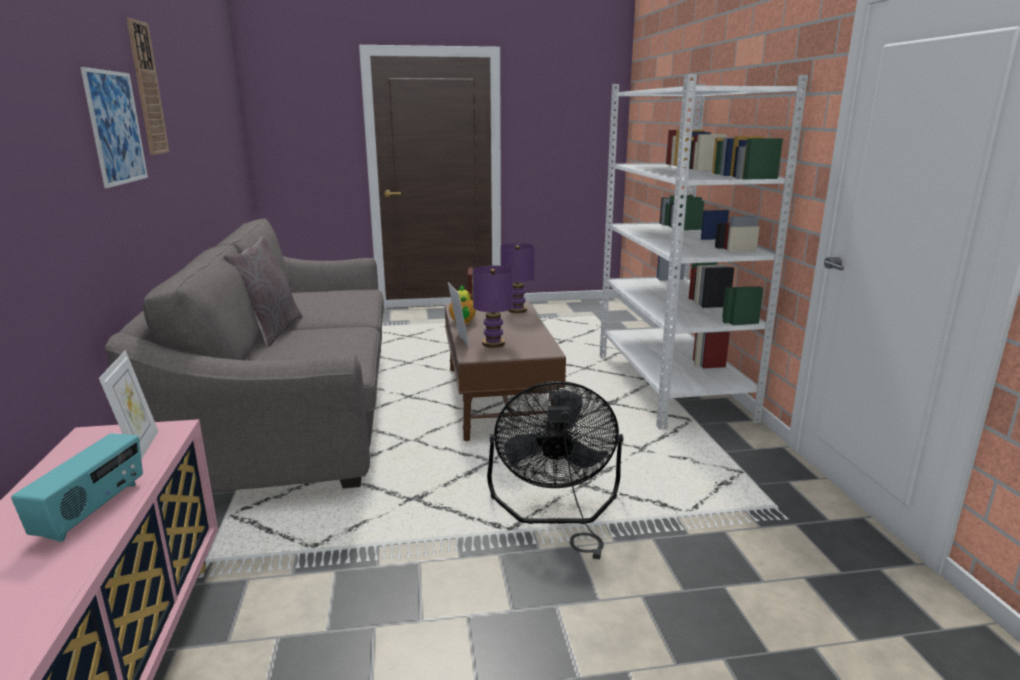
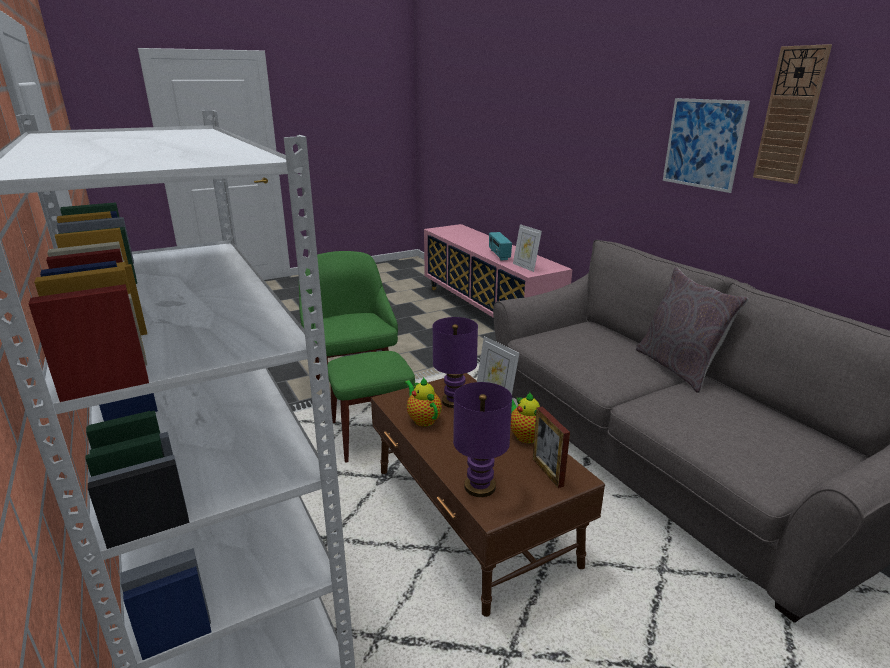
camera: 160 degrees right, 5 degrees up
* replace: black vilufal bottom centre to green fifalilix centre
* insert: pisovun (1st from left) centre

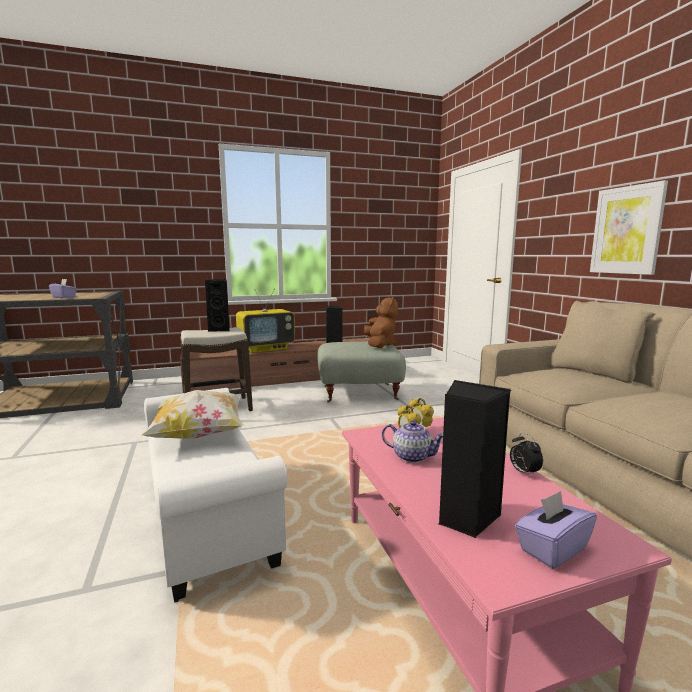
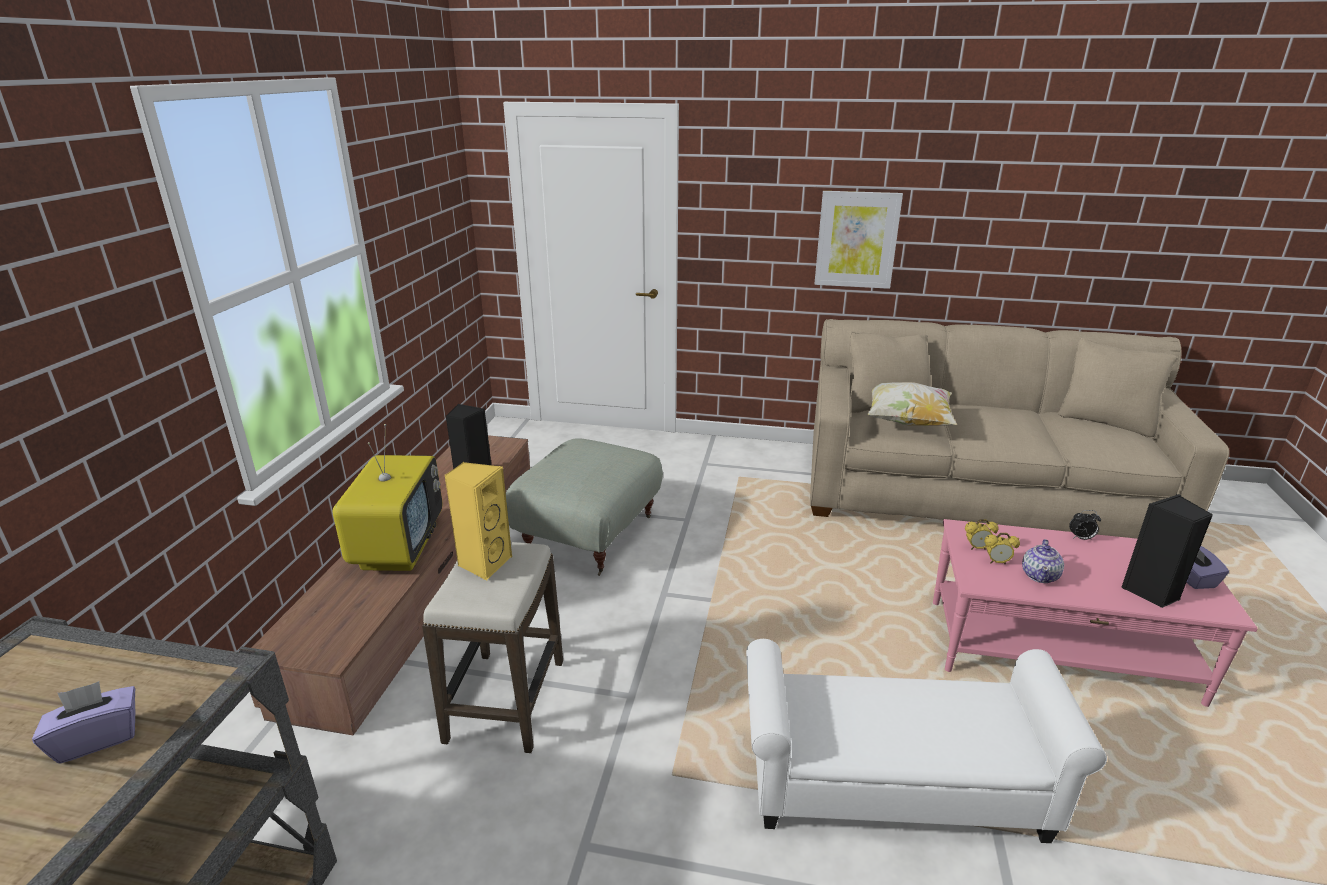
camera: 60 degrees left, 15 degrees up
* recolor: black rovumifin (1st from left) middle left to yellow rovumifin centre
* move: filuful middle left to middle right
* rotate: pisovun centre = middle right 150 degrees clockwise
* delete: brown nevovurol centre

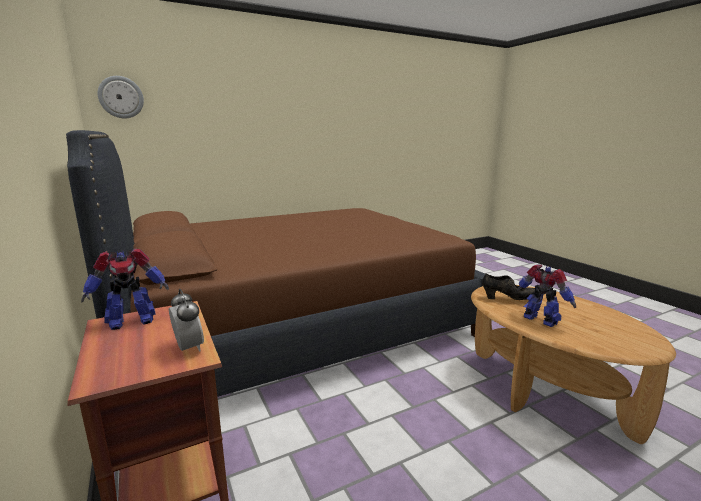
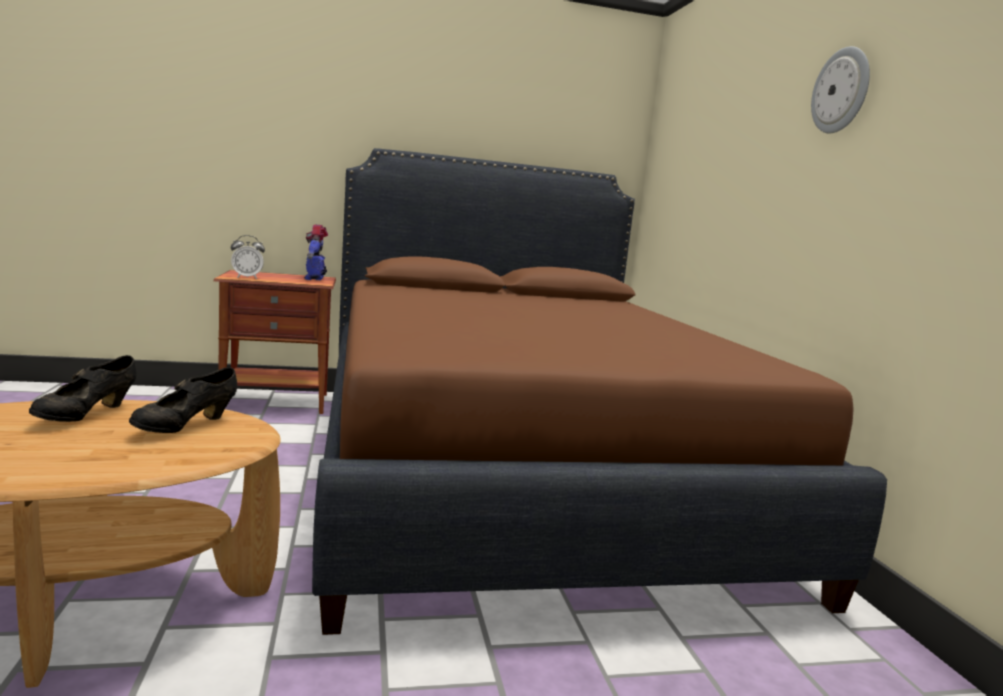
camera: 105 degrees right, 5 degrees down
* replace: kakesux (2nd from left) middle right to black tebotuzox (1st from left) middle left
* move: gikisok top left to top right

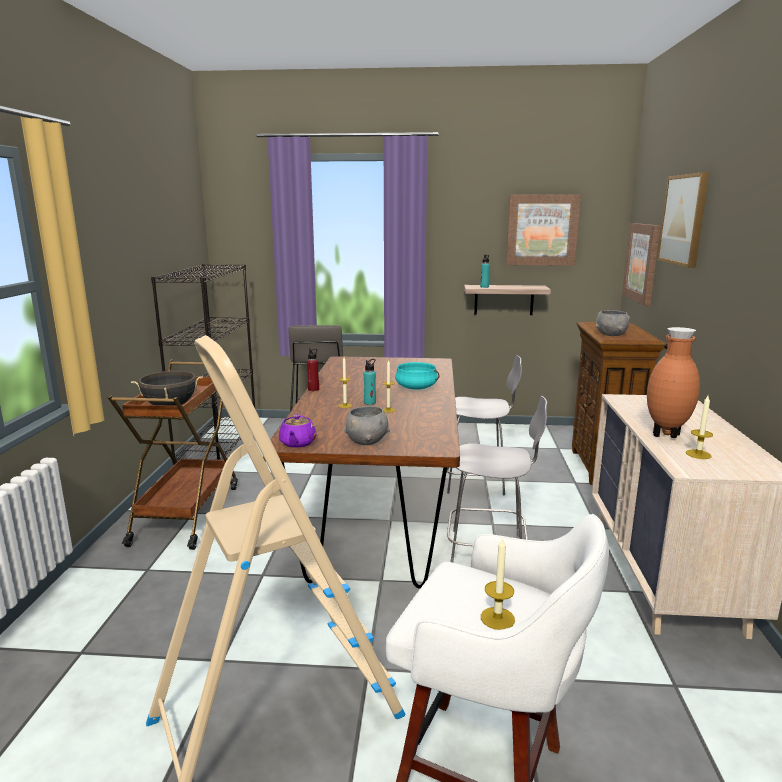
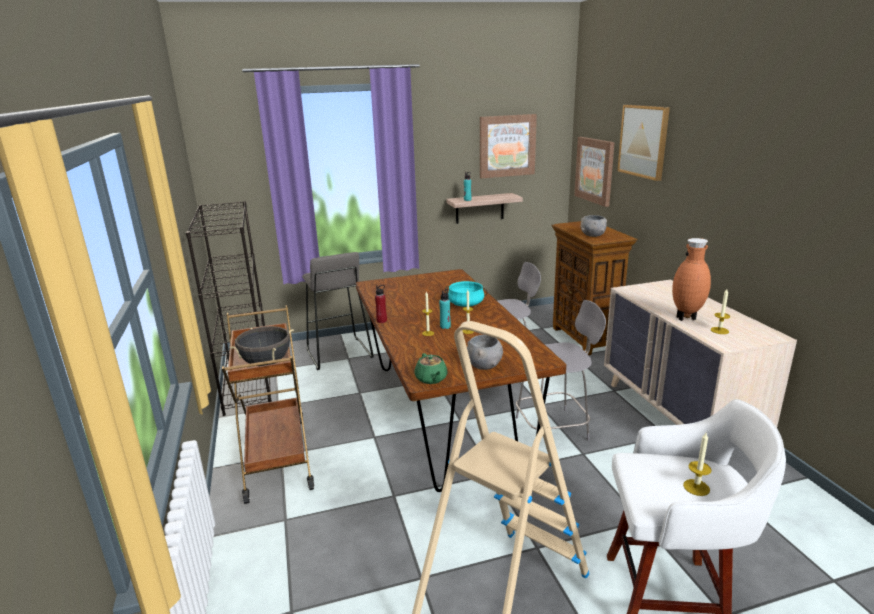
camera: 20 degrees left, 5 degrees up
* recolor: purple pisovun centre to green pisovun centre

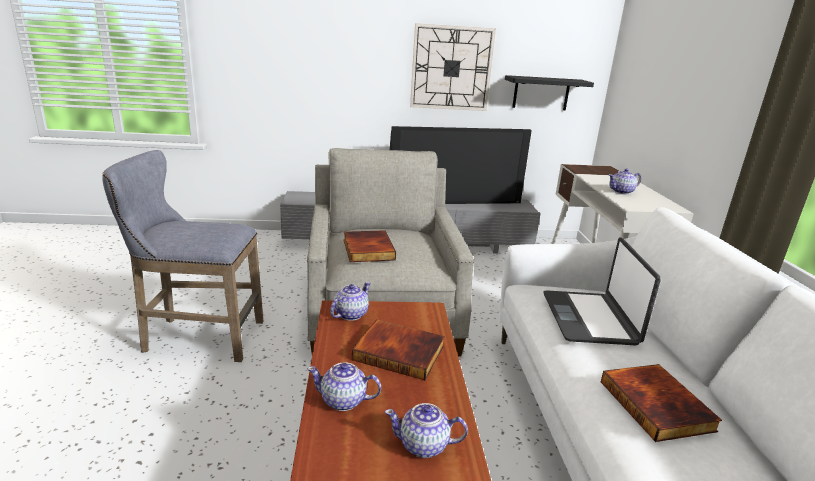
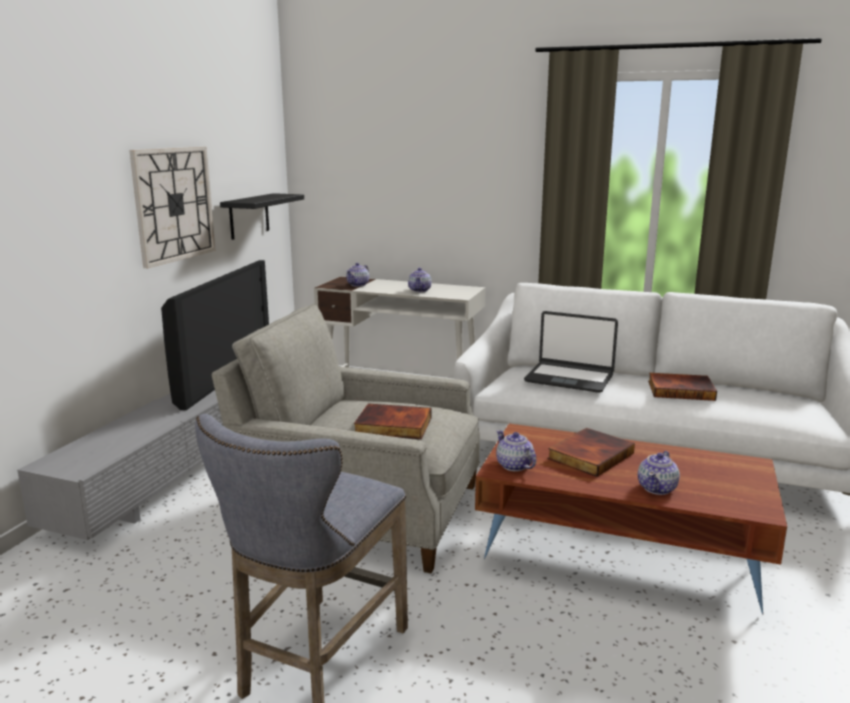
camera: 65 degrees left, 5 degrees down
* move: pisovun (3rd from left in the first image) bottom centre to pisovun (1st from left) centre

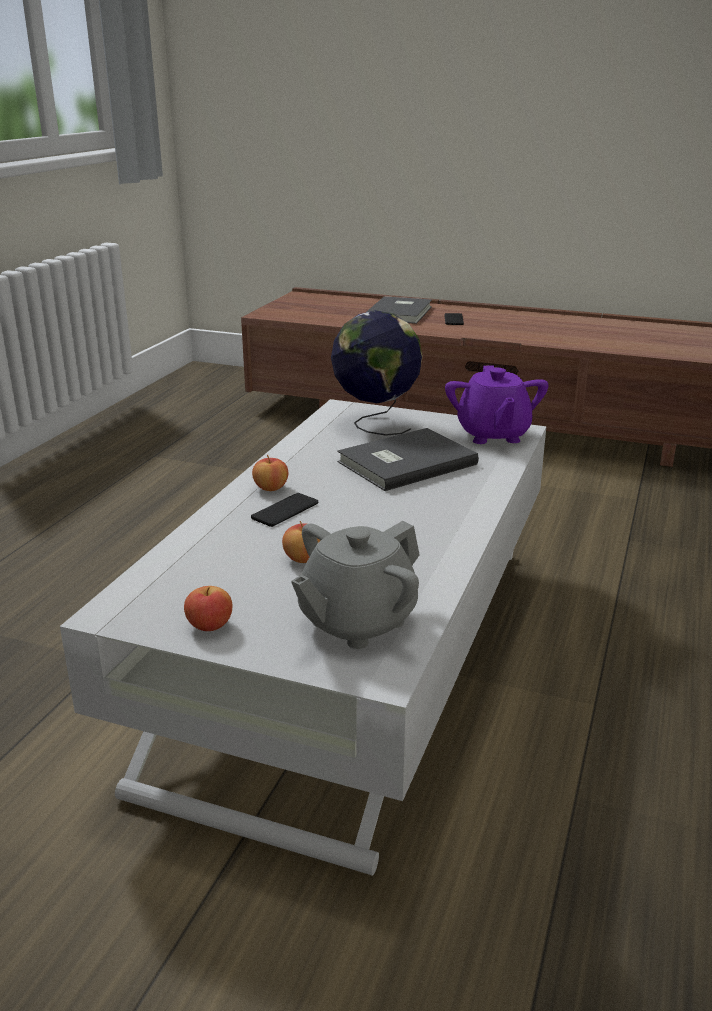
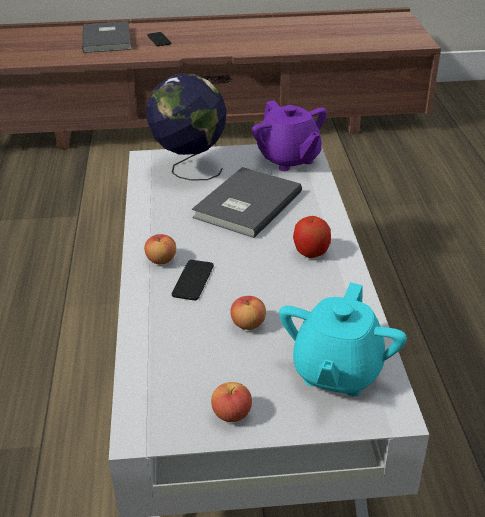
camera: 25 degrees left, 10 degrees up
* recolor: grey pisovun centre to turquoise pisovun middle right
* insert: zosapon (4th from left) centre

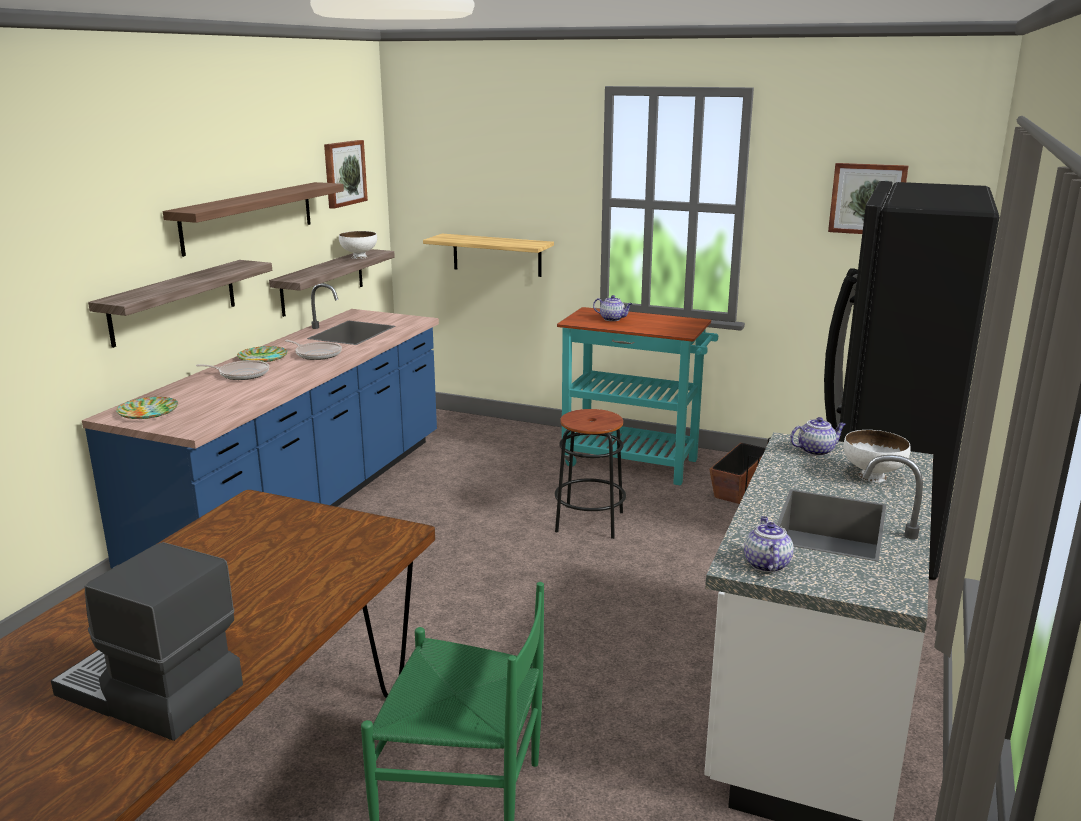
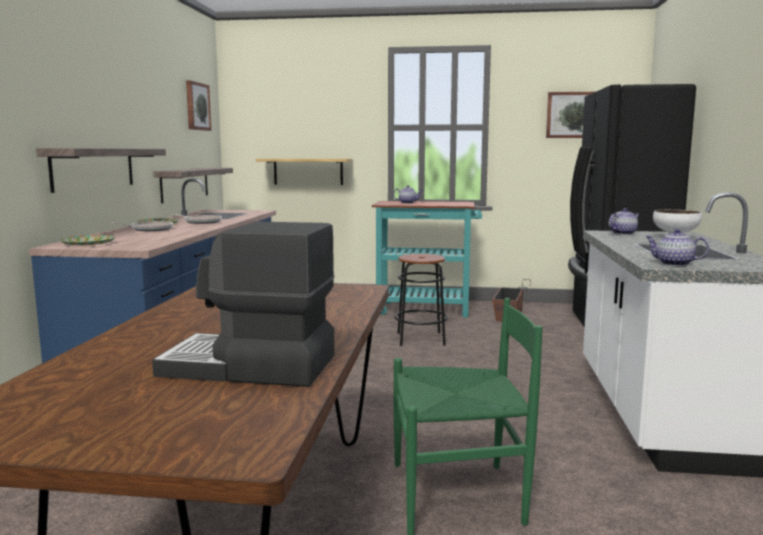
camera: 15 degrees left, 10 degrees down
* rotate: pisovun (2nd from left in the first image) middle right = middle right 45 degrees counterclockwise
* delete: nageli (2nd from left) top left
* delete: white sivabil (1st from left) top left

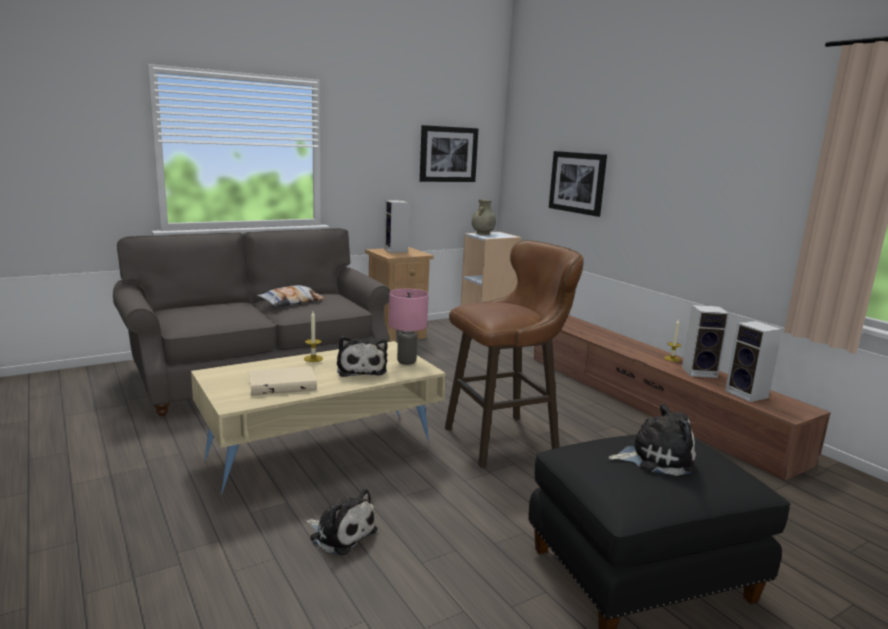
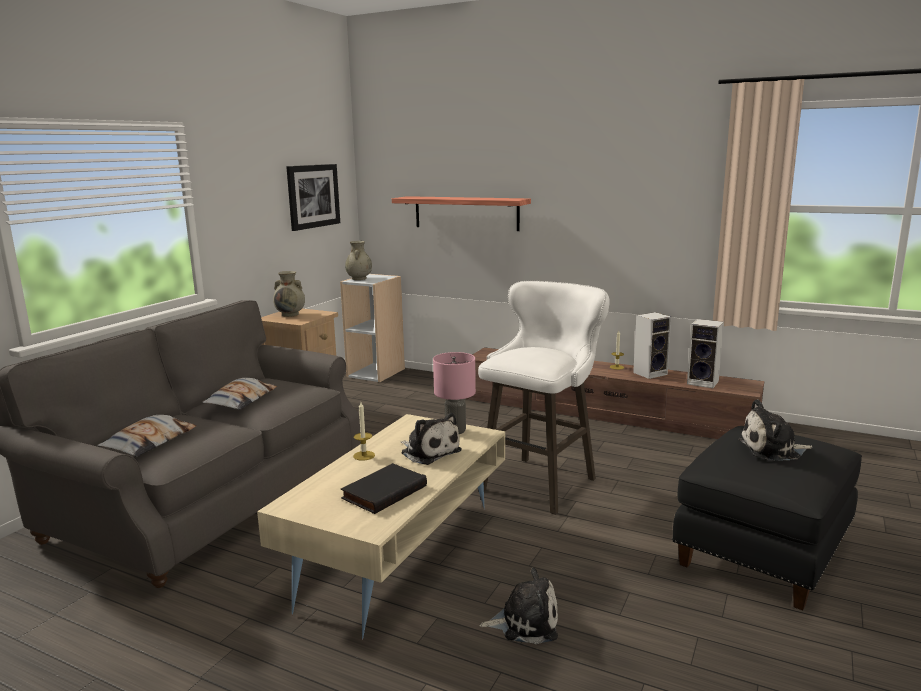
camera: 30 degrees left, 0 degrees up
* insert: filuful (1st from left) middle left
* replace: rovumifin (1st from left) centre to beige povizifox (1st from left) middle left
* recolor: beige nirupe middle left to black nirupe bottom centre
* replace: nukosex (2nd from left) top centre to nageli top centre
* recolor: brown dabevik centre to white dabevik centre
* rotate: nevovurol (3rd from left) bottom right = middle right 150 degrees counterclockwise

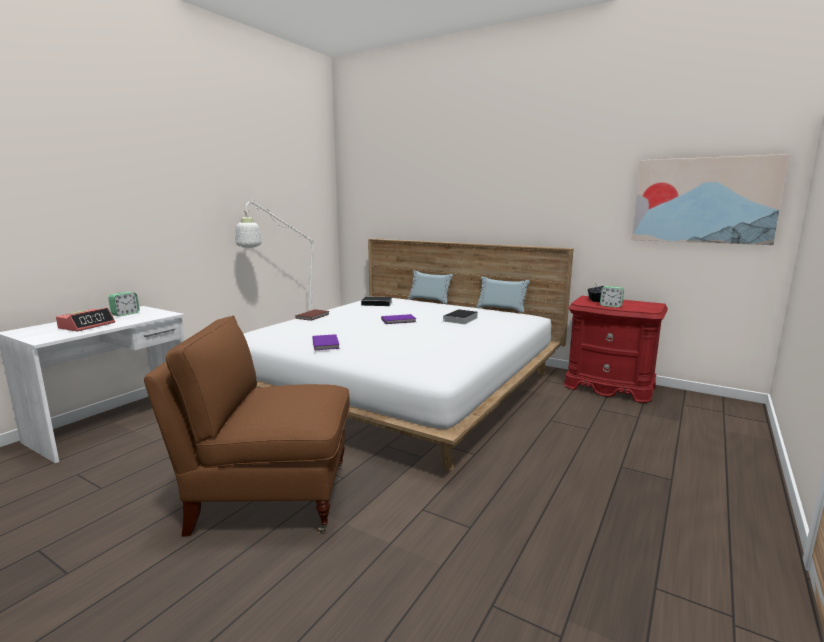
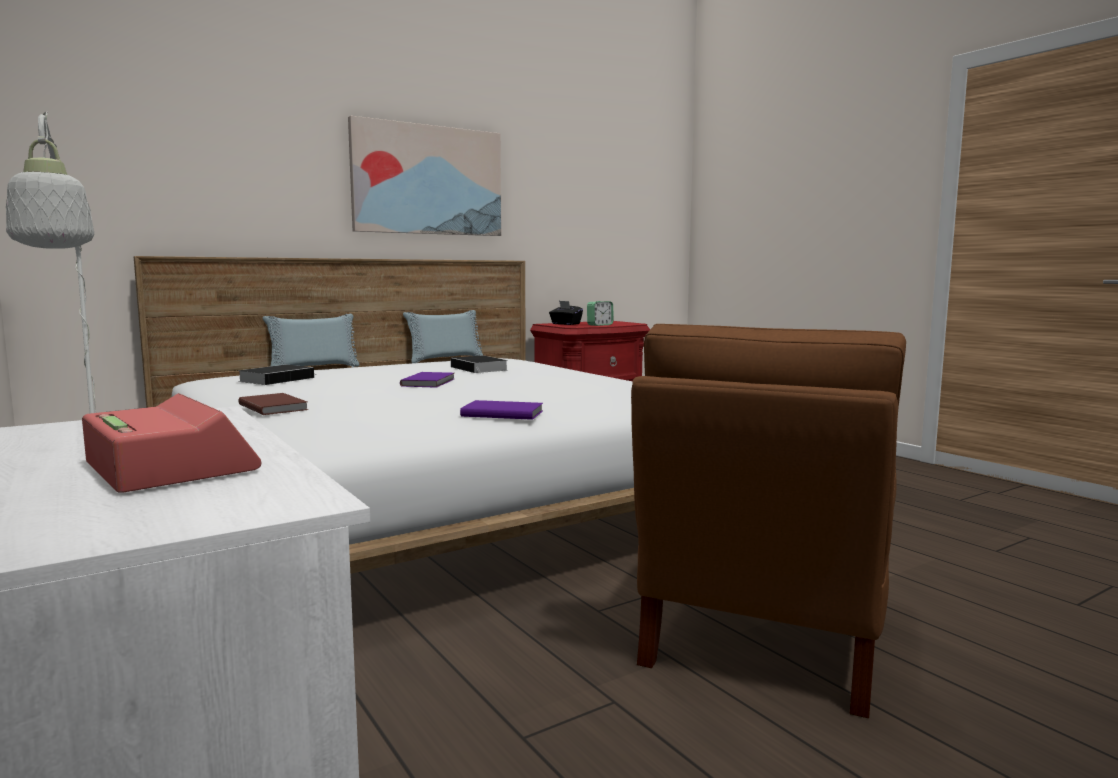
camera: 65 degrees left, 5 degrees down
* move: nukosex top right to top centre
* delete: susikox (2nd from left) middle left

